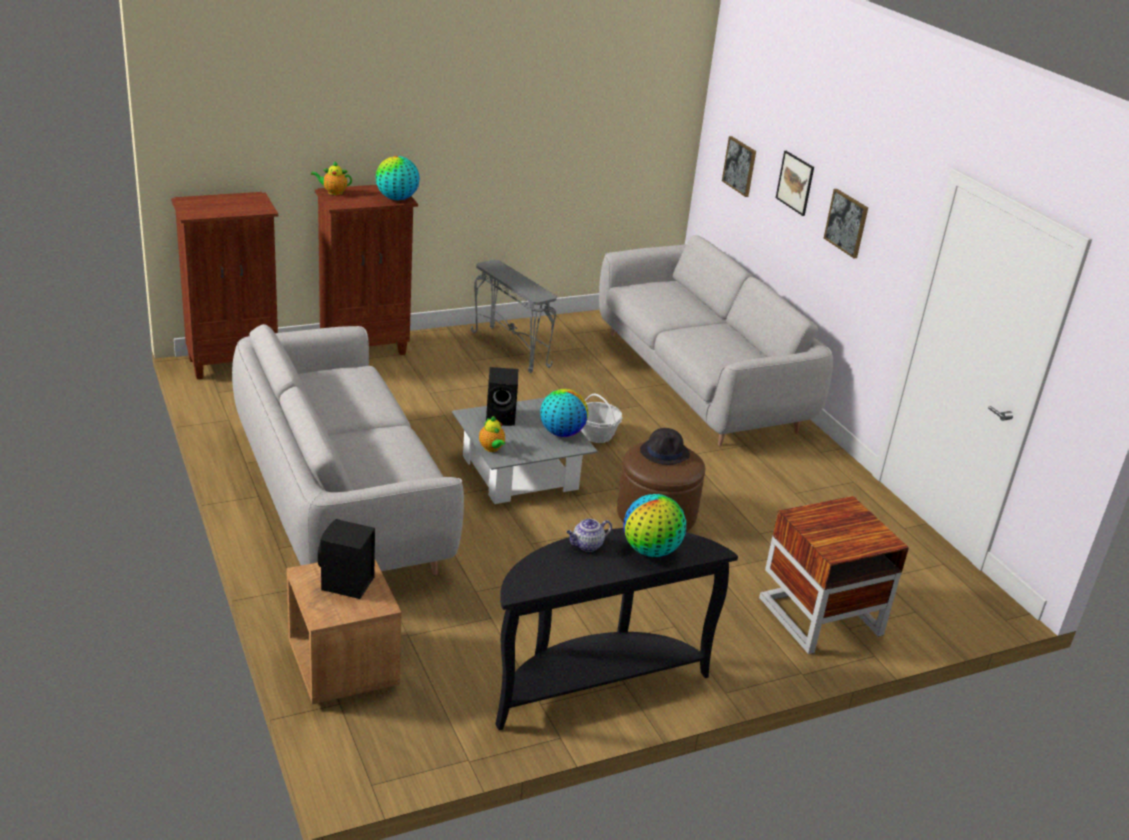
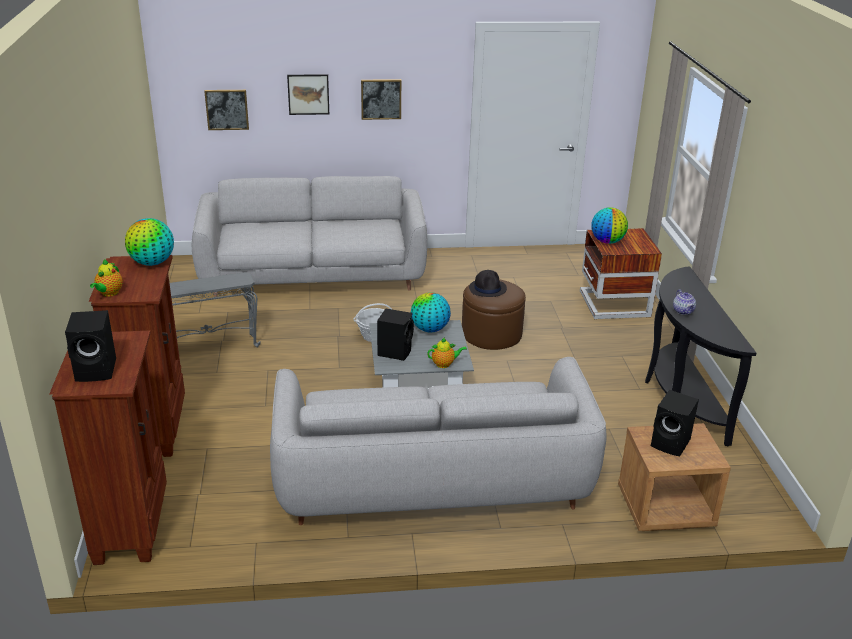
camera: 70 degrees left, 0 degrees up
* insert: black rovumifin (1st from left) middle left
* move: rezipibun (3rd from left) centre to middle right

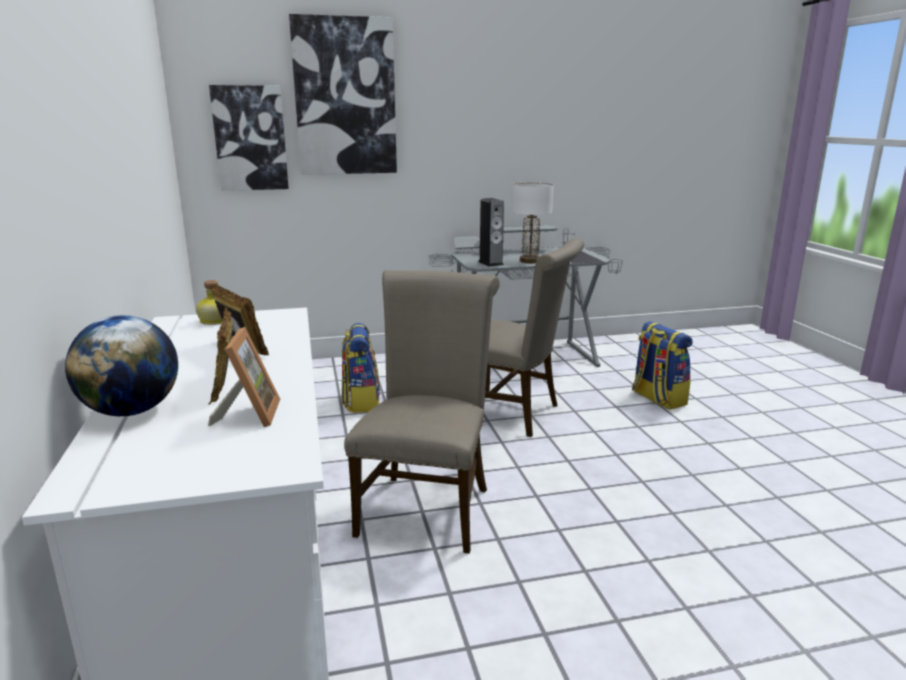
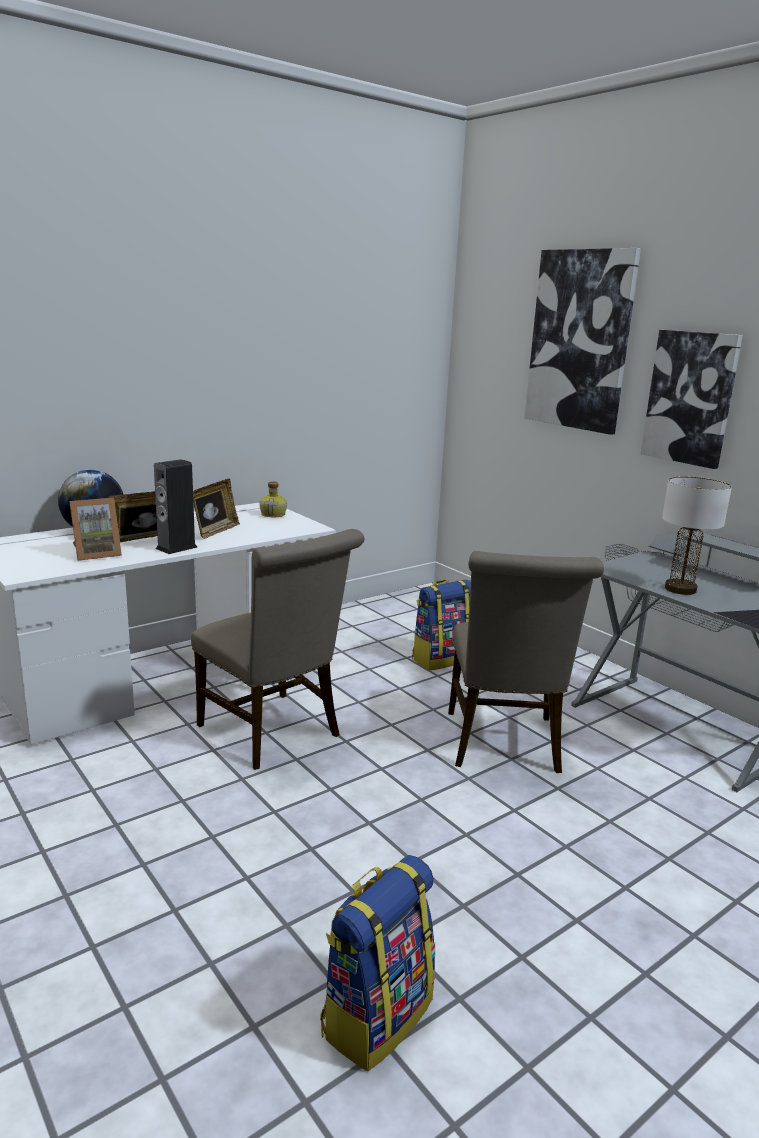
camera: 65 degrees right, 0 degrees up
* move: rovumifin centre to middle left
* rotate: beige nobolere (1st from left) centre = centre 60 degrees clockwise
* move: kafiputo (2nd from left in the first image) middle right to kafiputo (1st from left) bottom centre
* move: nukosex (1st from left in the first image) top left to nukosex (2nd from left) middle right

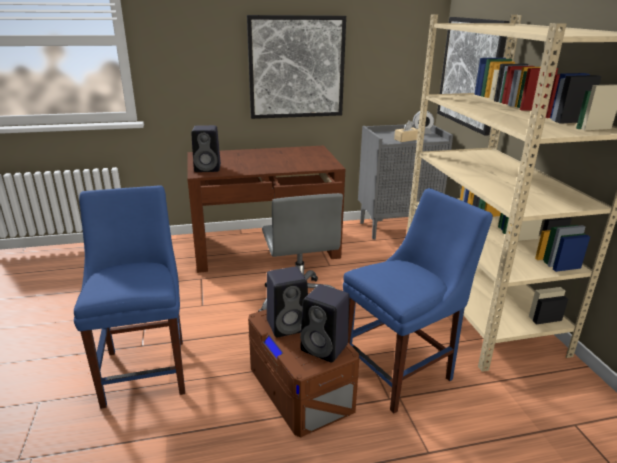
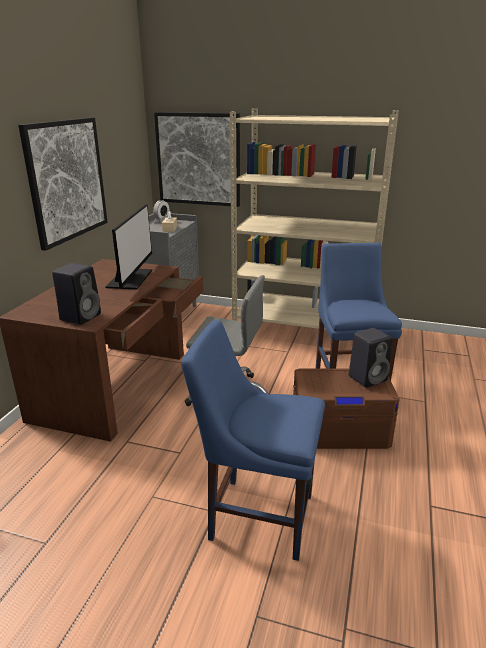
camera: 60 degrees left, 0 degrees up
* insert: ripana middle left
* delete: black rovumifin (2nd from left) centre

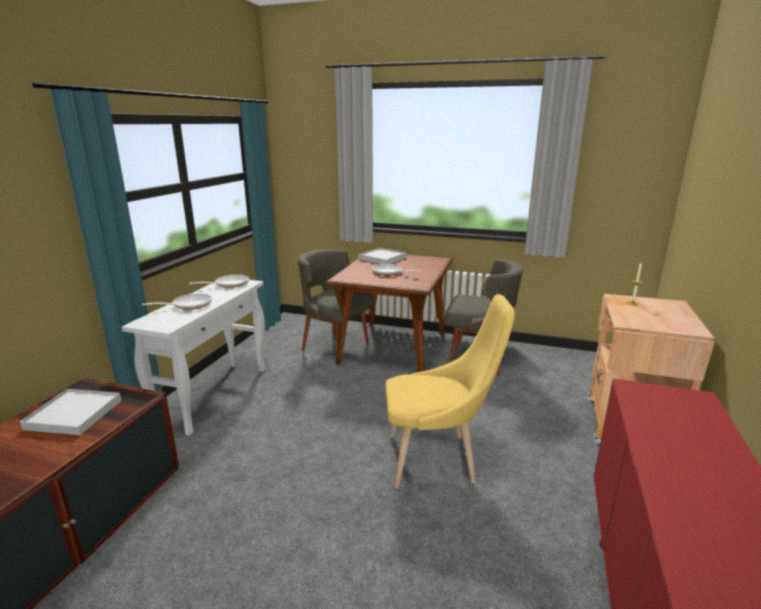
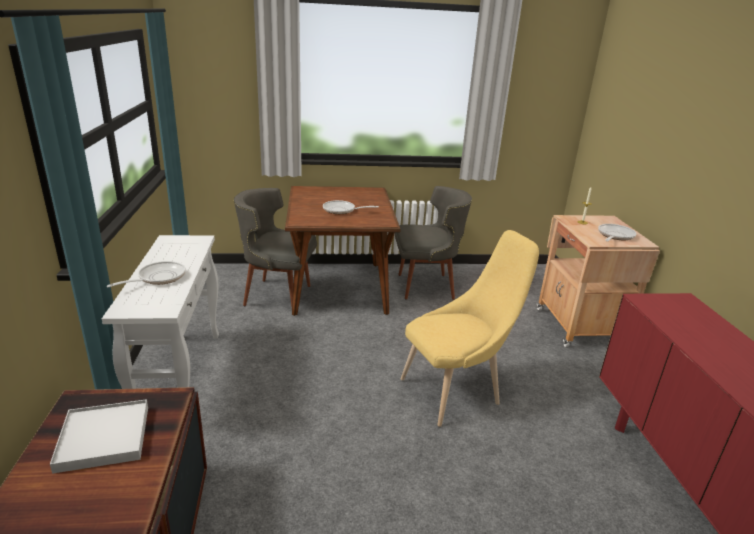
camera: 25 degrees left, 5 degrees up
* move: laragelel (2nd from left in the first image) middle left to laragelel (3rd from left) middle right
* delete: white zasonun (2nd from left) centre

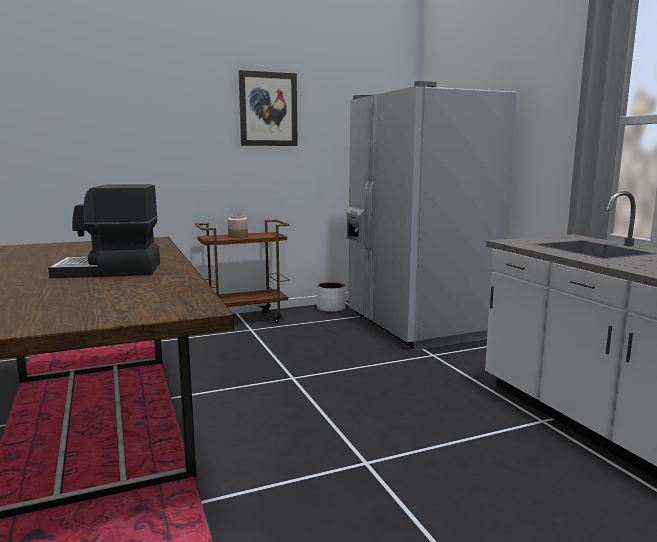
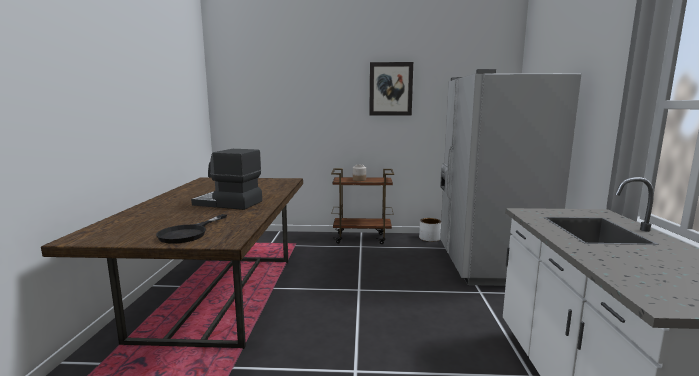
camera: 25 degrees right, 0 degrees up
* insert: black laragelel middle left

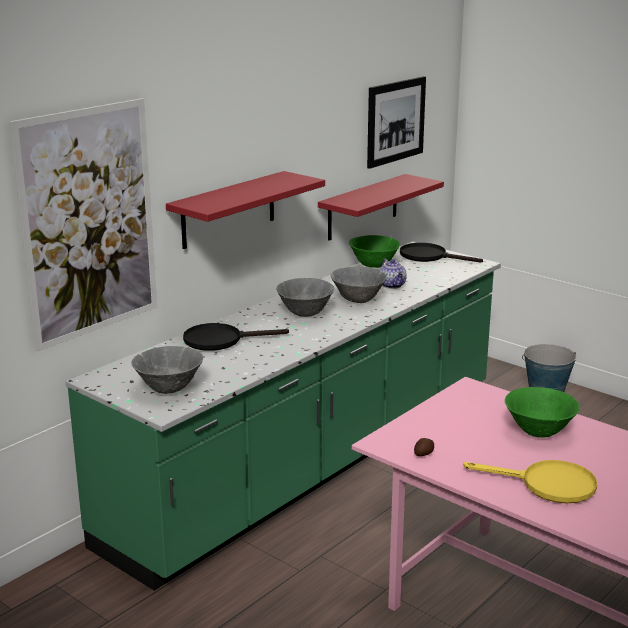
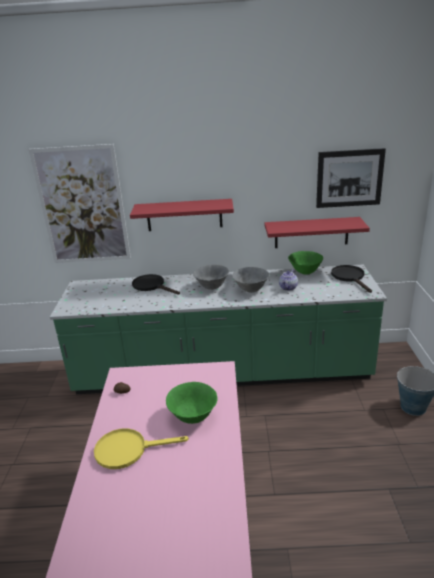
camera: 50 degrees right, 5 degrees up
* rotate: yellow laragelel bottom right = bottom left 105 degrees clockwise
* delete: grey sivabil (1st from left) middle left

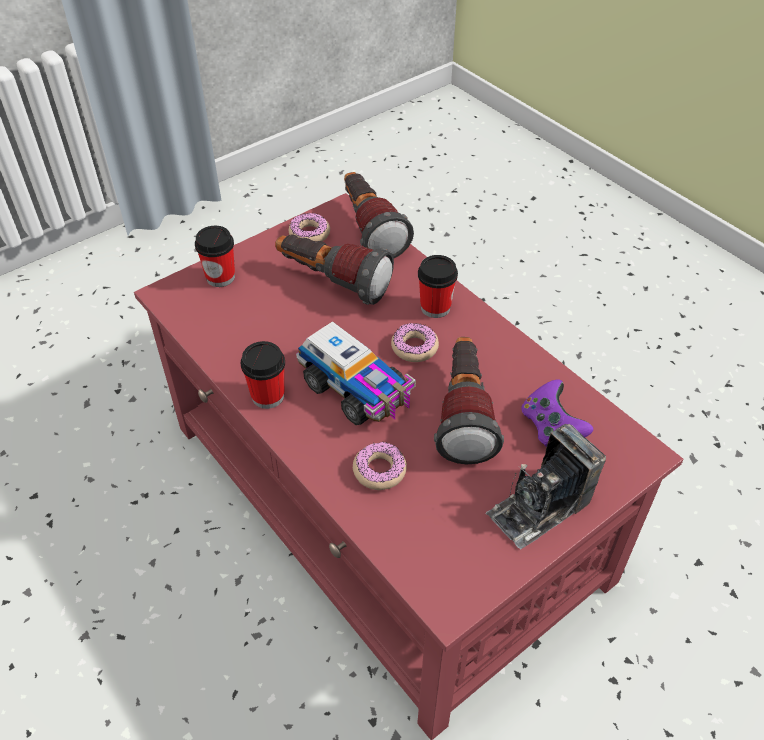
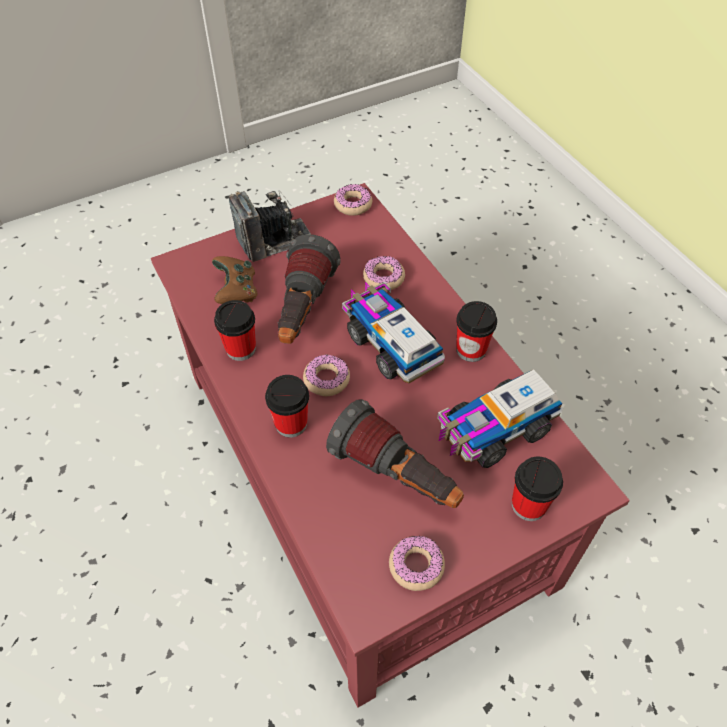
camera: 170 degrees left, 5 degrees up
* recolor: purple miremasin middle right to brown miremasin middle left
* insert: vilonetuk (1st from left) middle left
* insert: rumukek (2nd from left) top centre
* insert: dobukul (2nd from left) middle right
* delete: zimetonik (2nd from left) top centre

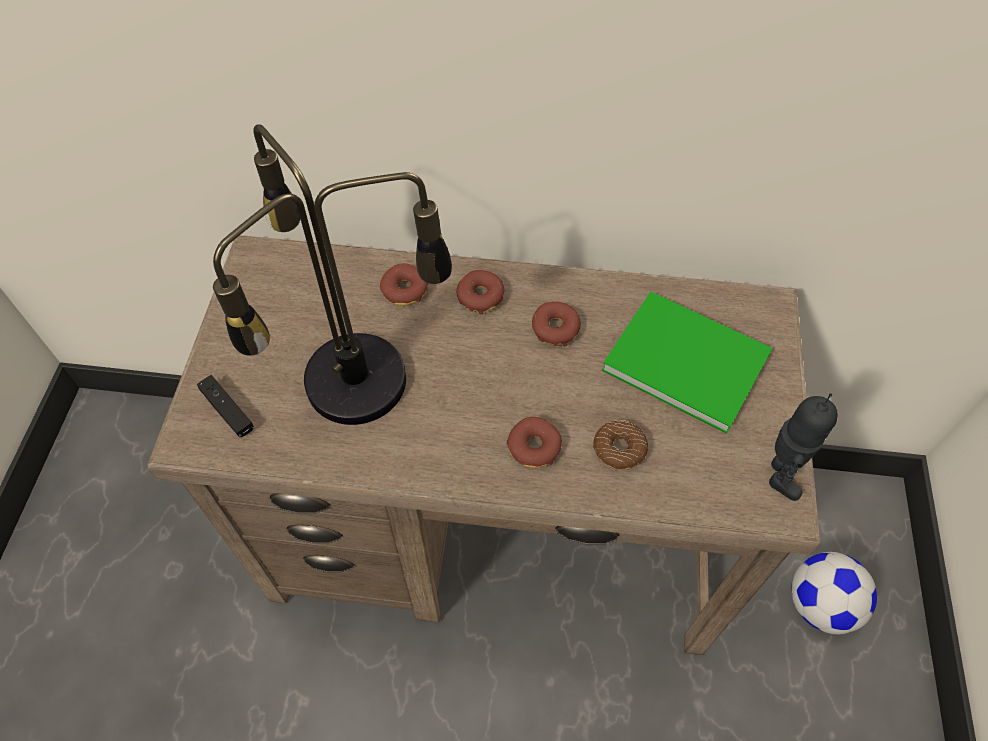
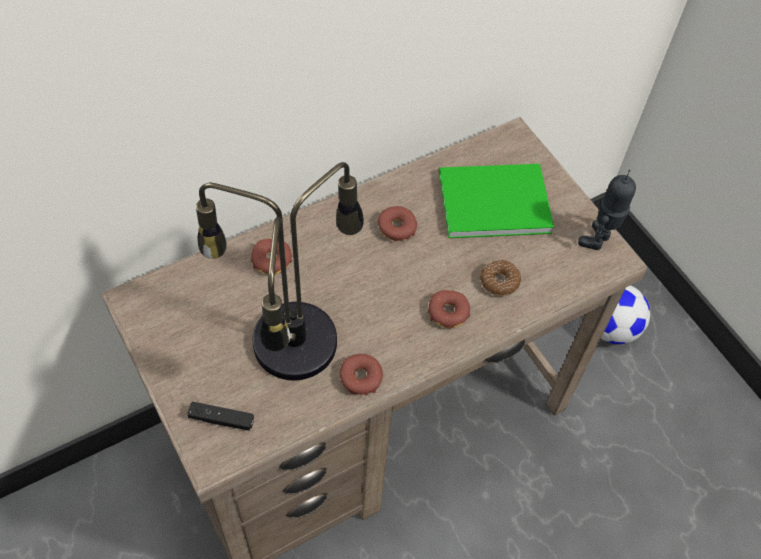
camera: 40 degrees left, 0 degrees up
* move: rumukek (2nd from left) centre to bottom centre
* rotate: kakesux middle right = middle right 120 degrees counterclockwise

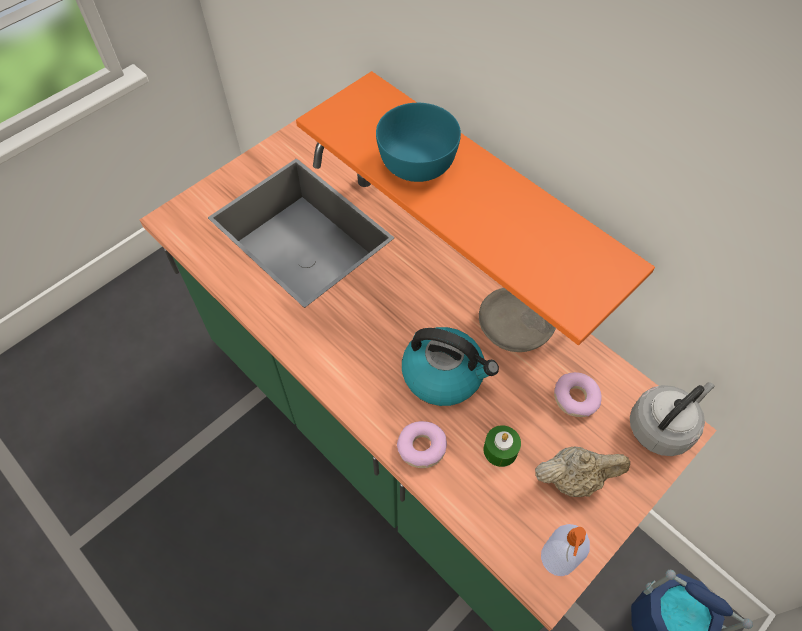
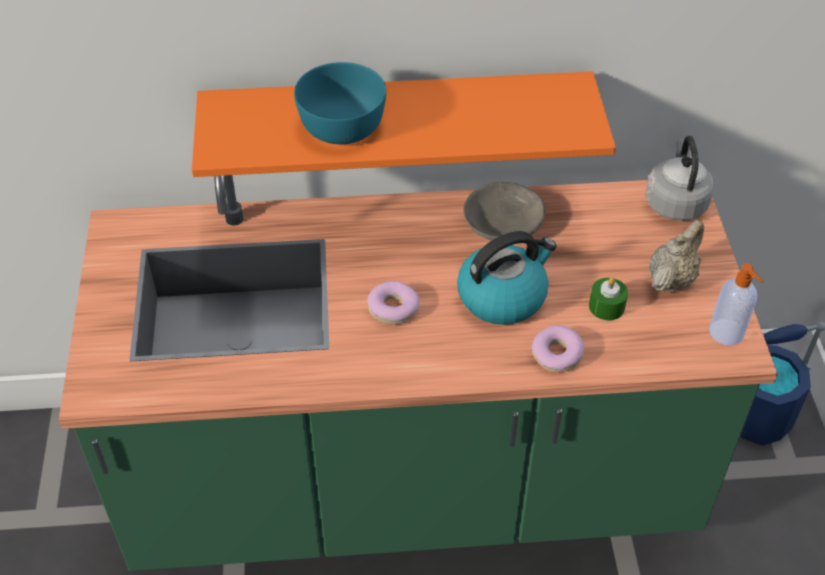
camera: 50 degrees left, 10 degrees down
* move: rumukek (2nd from left in the first image) middle right to rumukek (1st from left) centre

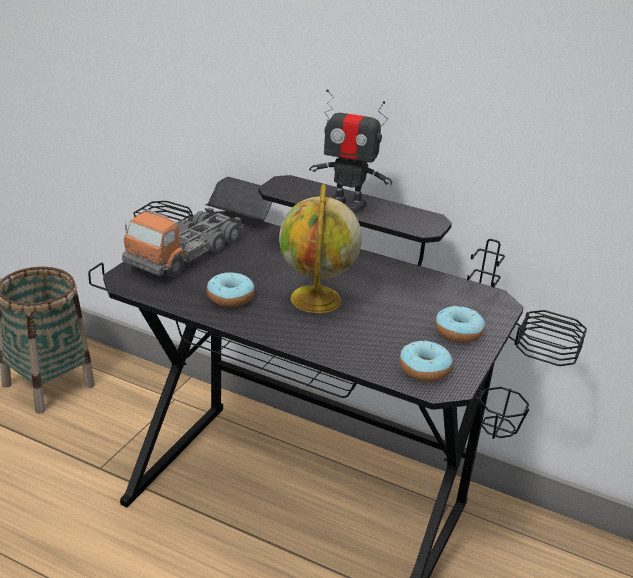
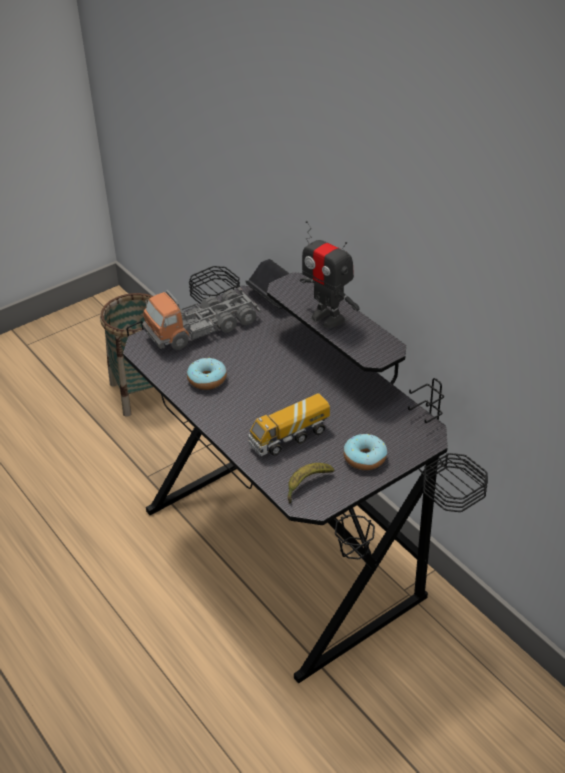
camera: 30 degrees right, 10 degrees up
* insert: dobukul (2nd from left) centre
* replace: rumukek (2nd from left) middle right to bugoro centre
* delete: rezipibun centre

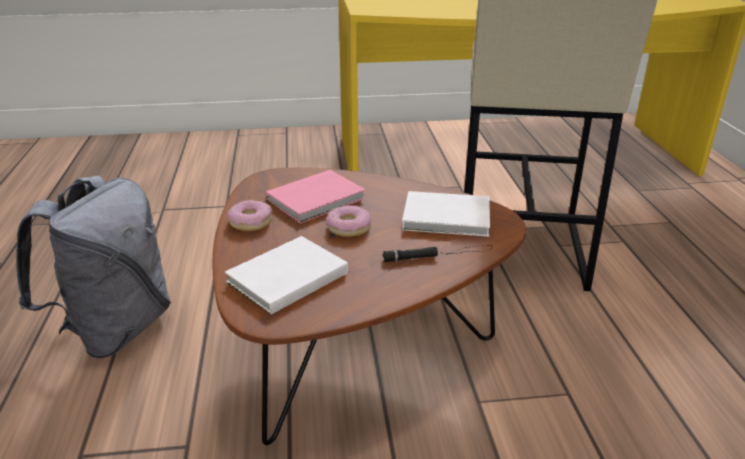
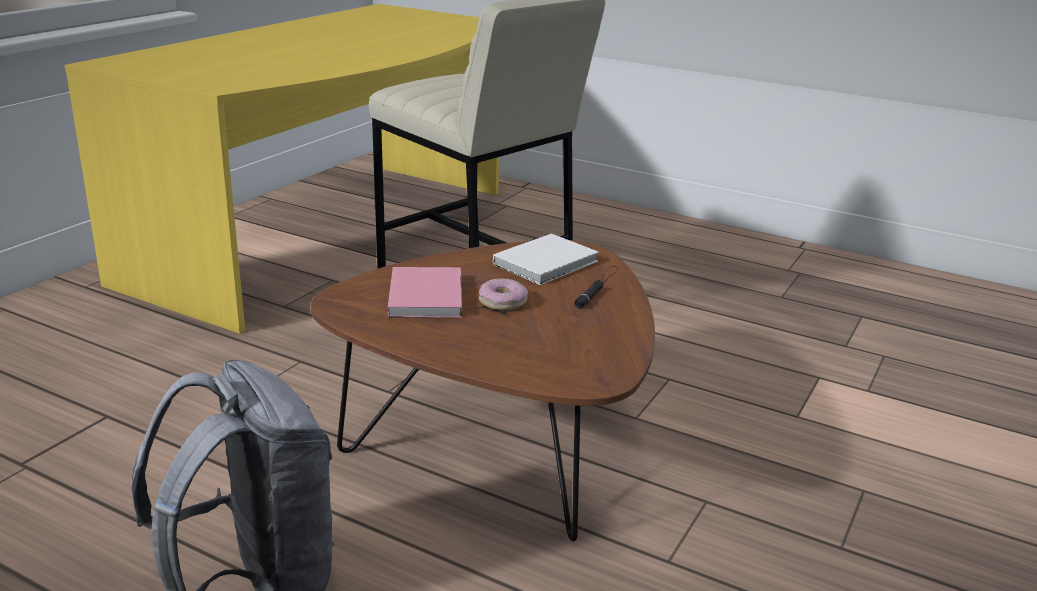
camera: 55 degrees left, 5 degrees down
* delete: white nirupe (1st from left) centre
* delete: rumukek (1st from left) centre

